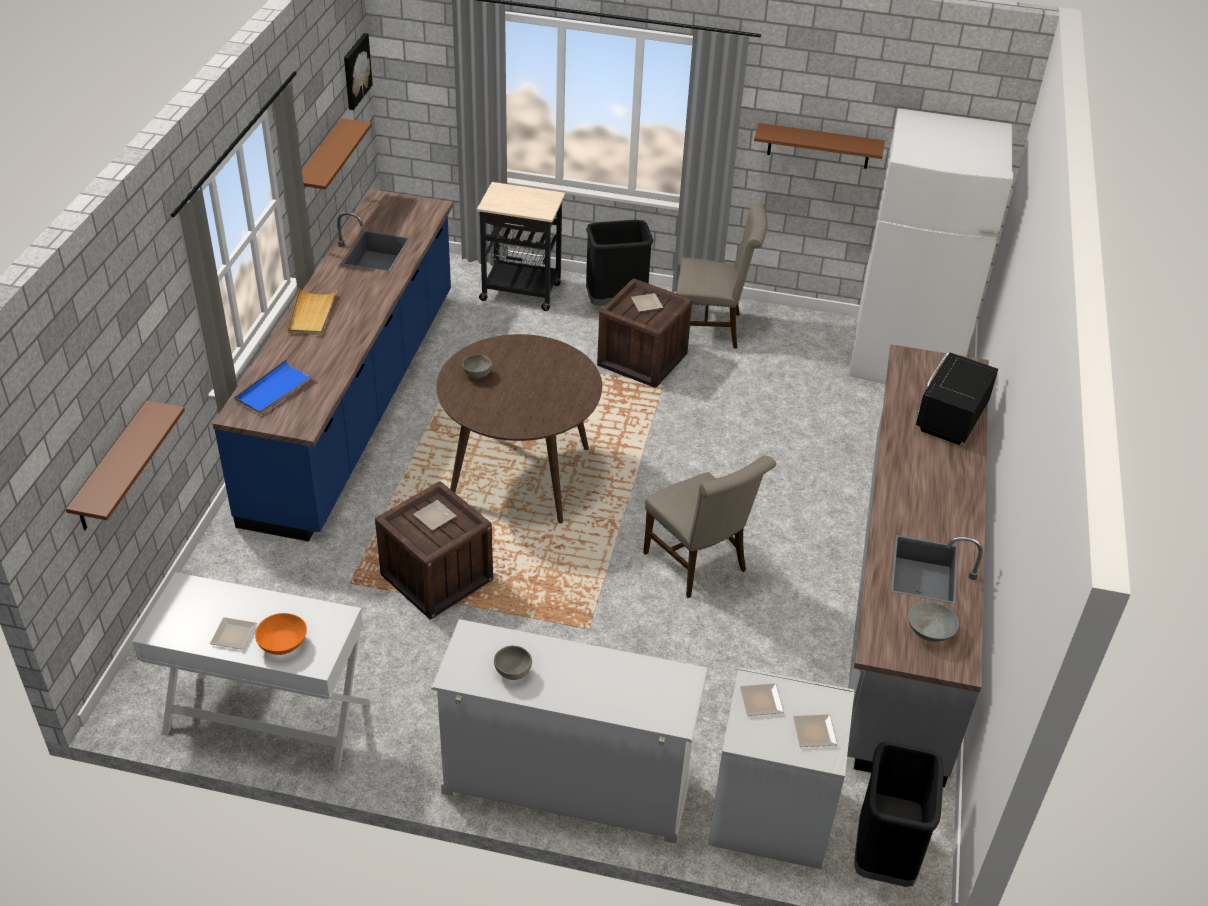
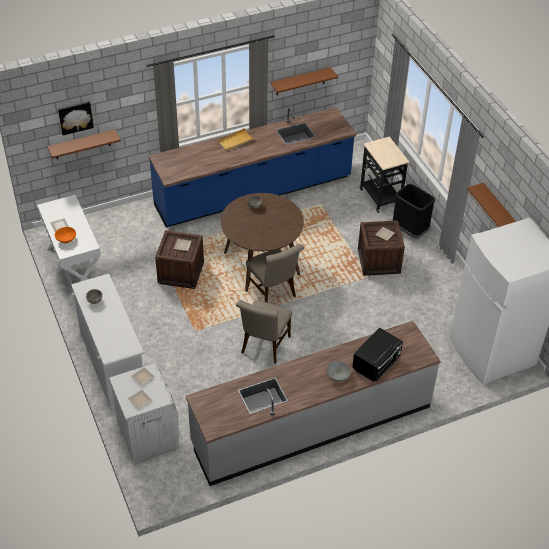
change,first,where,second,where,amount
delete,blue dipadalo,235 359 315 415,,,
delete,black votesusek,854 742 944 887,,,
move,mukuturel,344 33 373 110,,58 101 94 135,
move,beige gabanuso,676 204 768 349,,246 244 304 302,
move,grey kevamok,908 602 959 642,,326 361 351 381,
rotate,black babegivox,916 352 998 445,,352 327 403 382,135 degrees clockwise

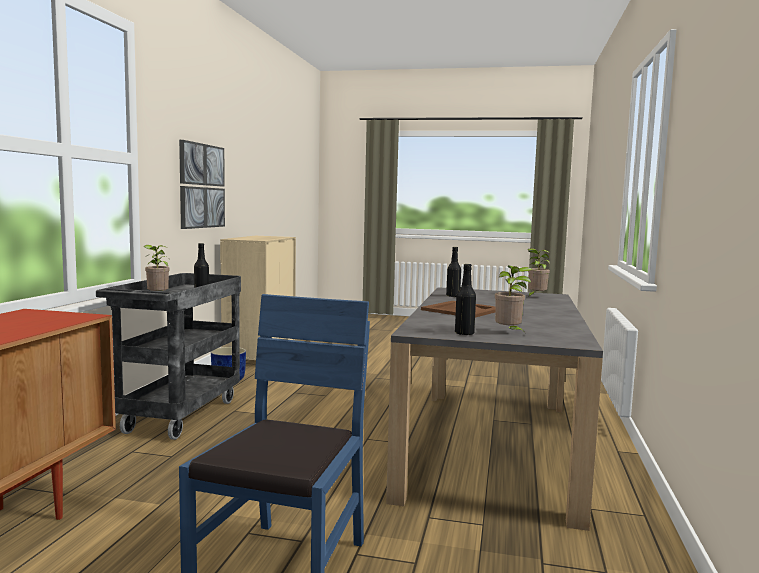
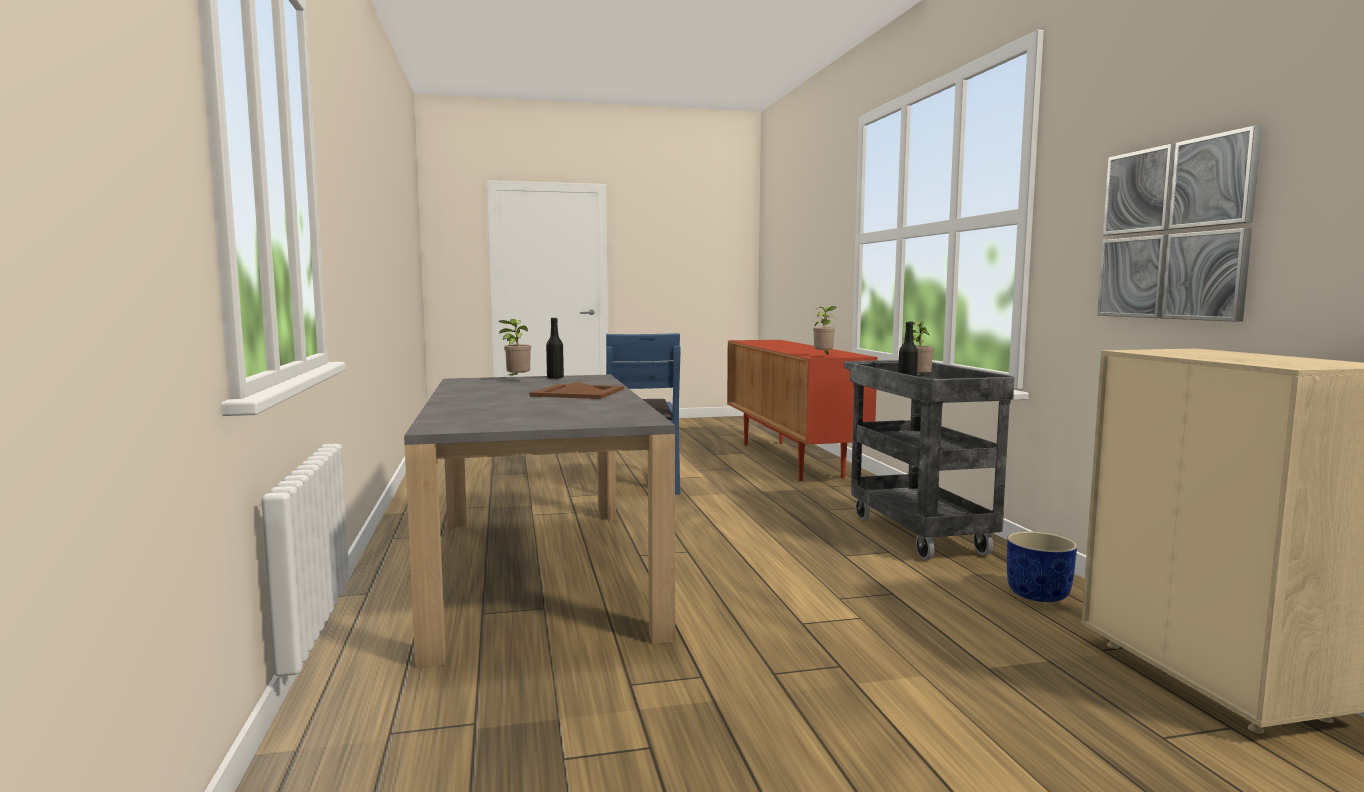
change,first,where,second,where,amount
delete,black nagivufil,446 247 461 297,,,
move,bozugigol,527 248 550 298,,813 306 837 355,

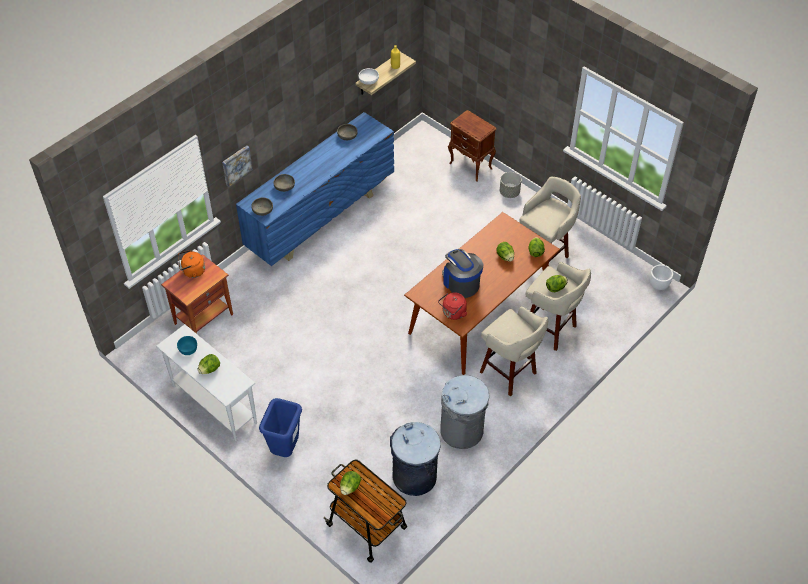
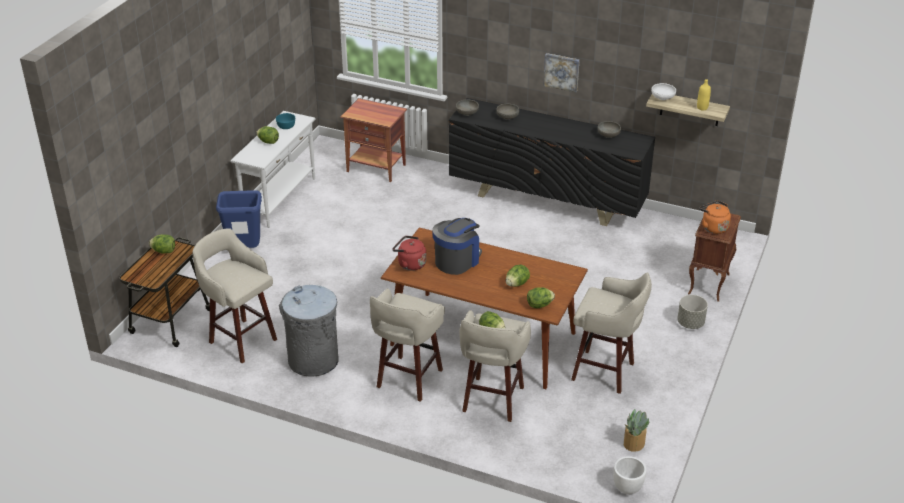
change,first,where,second,where,amount
insert,,,bozugigol,624 409 649 452,
move,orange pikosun,178 250 205 278,,699 201 731 234,
move,mukuturel,222 145 253 187,,543 53 580 93,
replace,grey votesusek,390 422 441 496,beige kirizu,192 228 277 364,
recolor,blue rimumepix,236 112 394 266,black rimumepix,449 98 655 226,

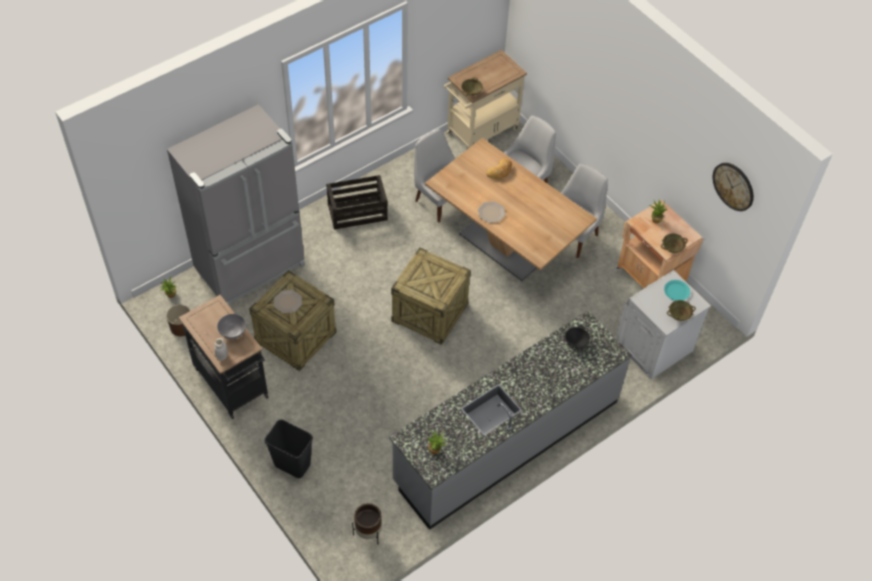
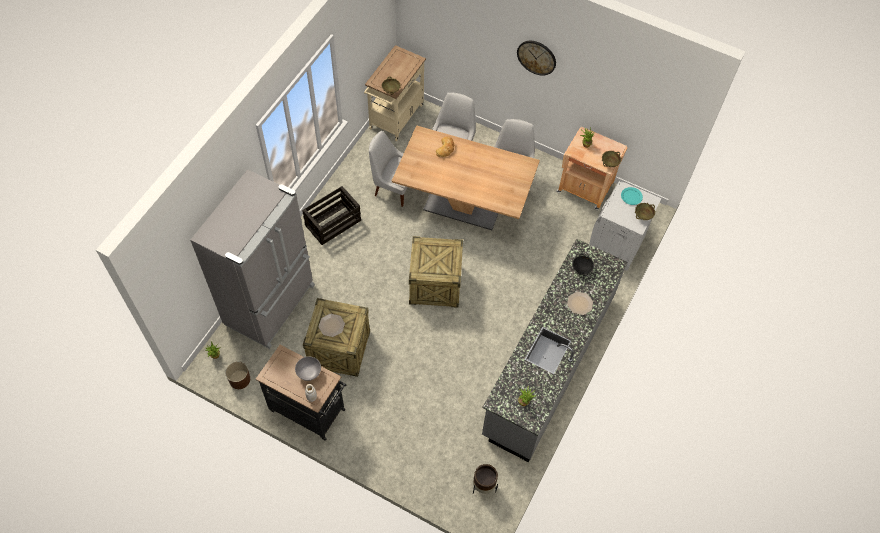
change,first,where,second,where,amount
delete,black votesusek,264 419 313 478,,,
move,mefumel,478 201 506 223,,567 292 593 315,
move,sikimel,713 163 754 211,,517 41 556 75,

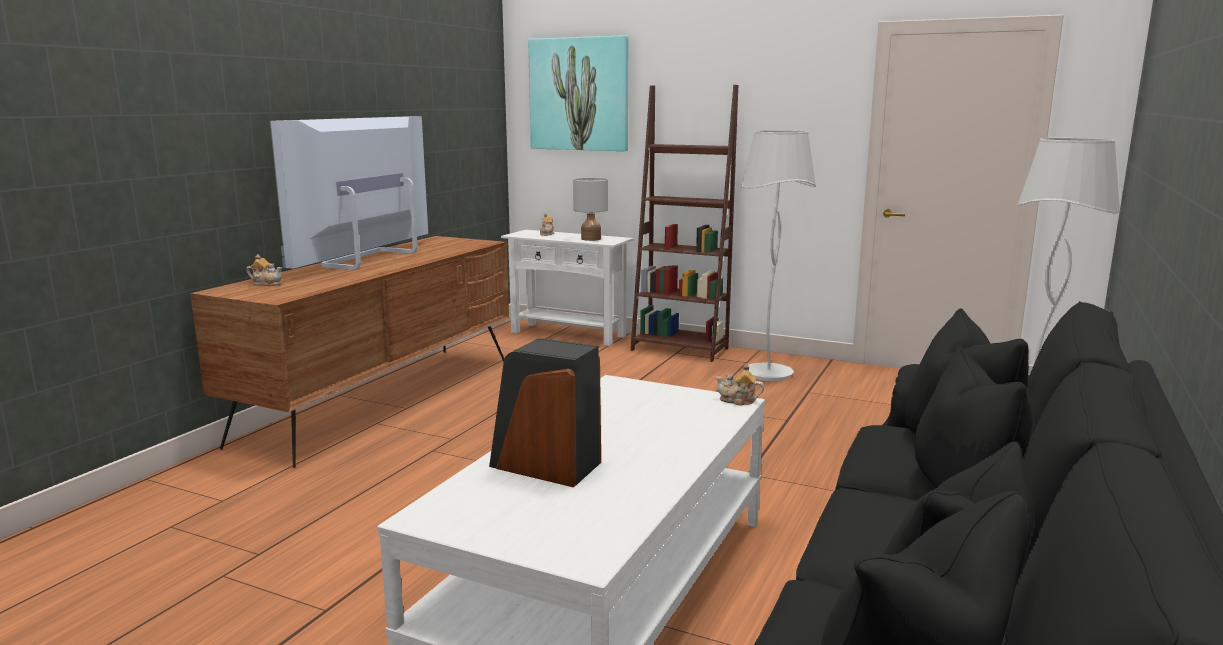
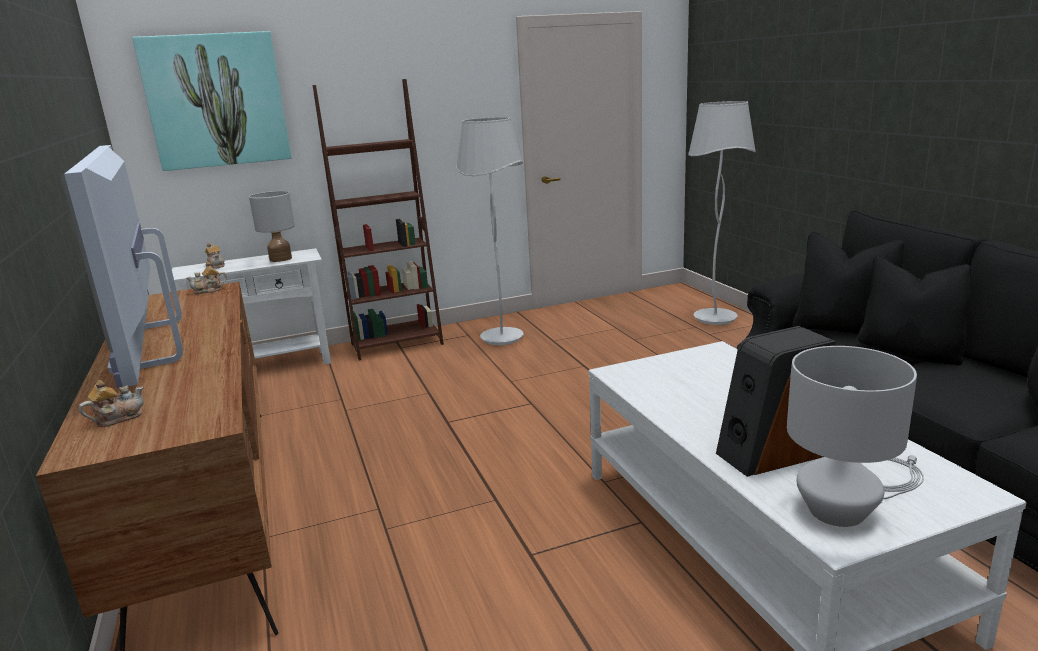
change,first,where,second,where,amount
insert,,,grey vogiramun,787 346 924 527,
move,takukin,716 364 764 406,,186 262 227 294,

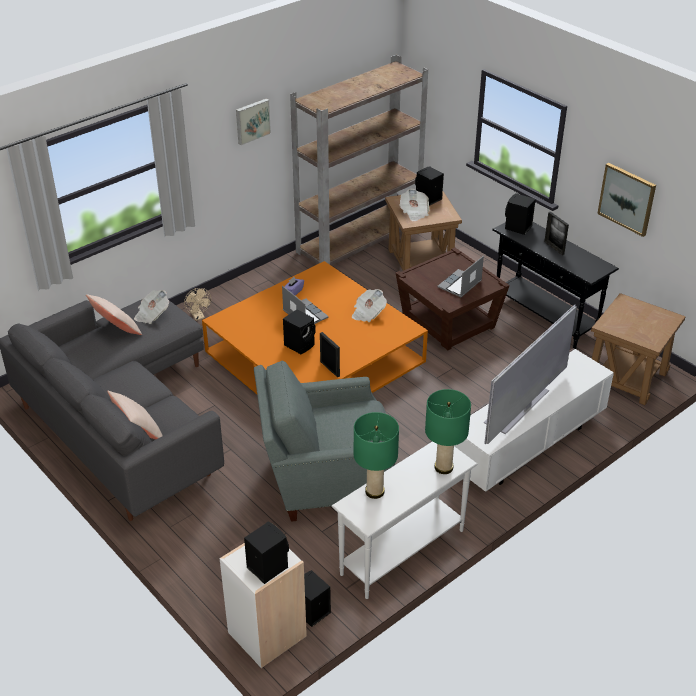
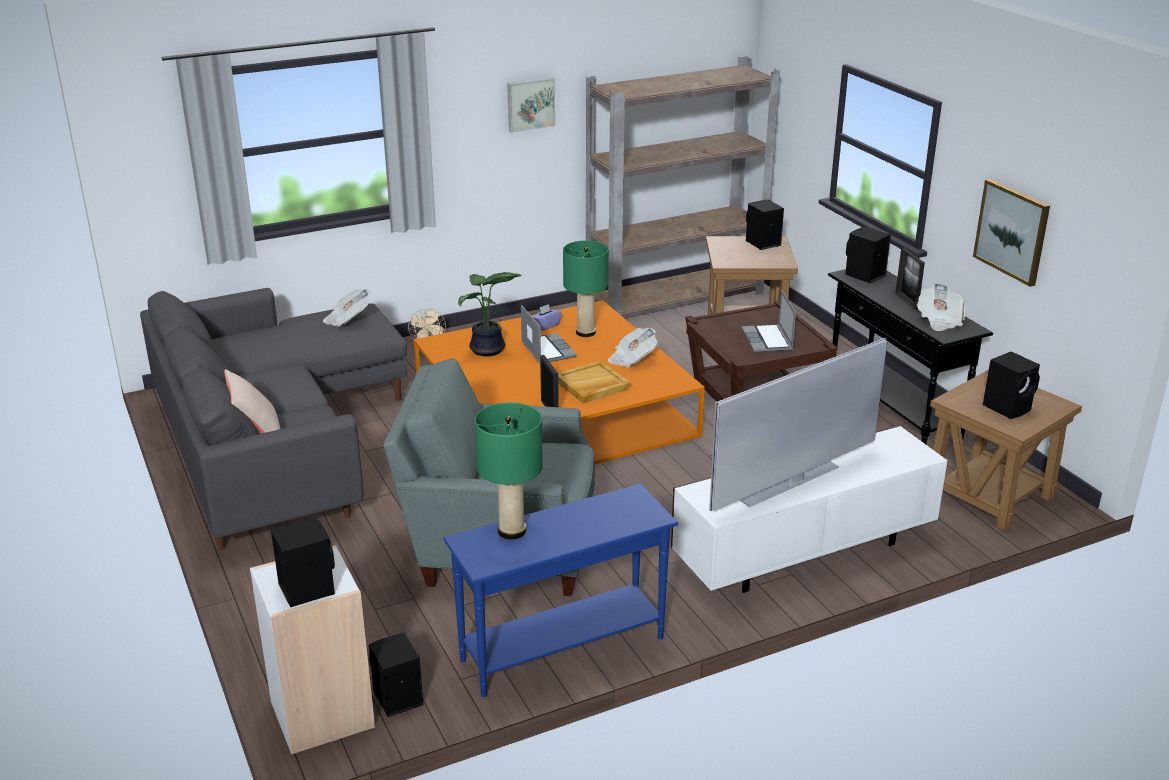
change,first,where,second,where,amount
delete,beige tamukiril,86 294 142 335,,,
insert,,,bozugigol,458 272 522 356,
insert,,,beige dipadalo,558 360 631 404,
move,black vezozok,283 309 316 354,,983 351 1040 419,
move,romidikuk,399 189 429 222,,917 283 966 331,
move,green vogiramun,425 389 471 474,,563 240 609 337,
recolor,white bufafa,332 442 477 599,blue bufafa,443 484 678 698,
rotate,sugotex,437 256 484 297,,742 289 796 352,60 degrees counterclockwise

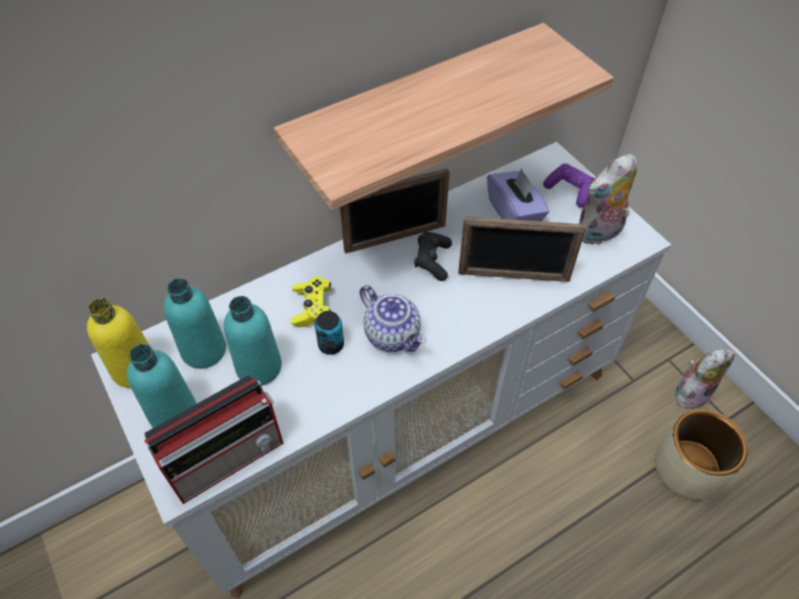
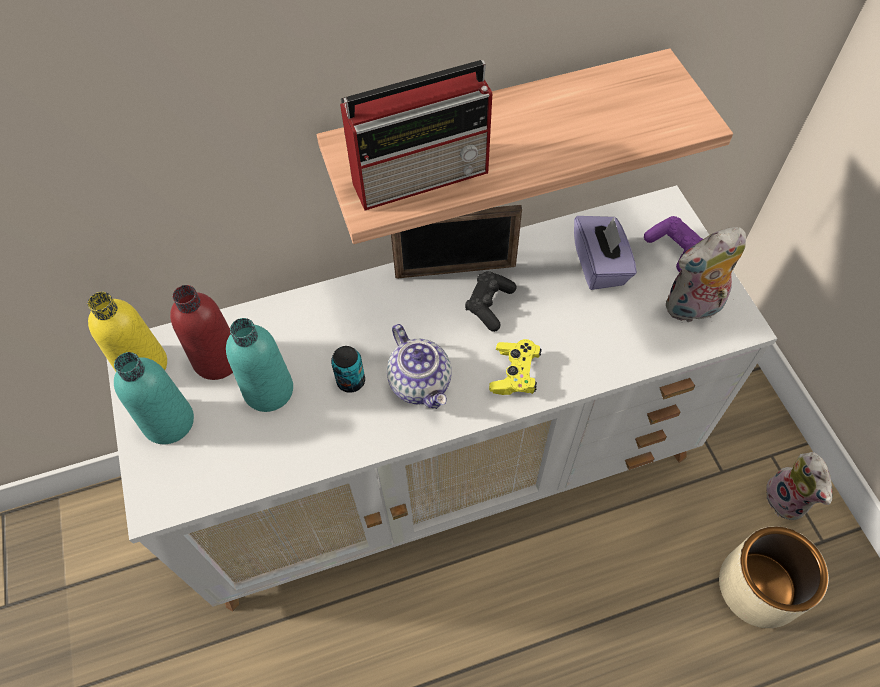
change,first,where,second,where,amount
delete,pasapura,458 216 586 282,,,
move,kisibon,144 375 284 504,,340 60 492 211,
move,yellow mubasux,291 277 331 327,,489 339 542 395,
recolor,turquoise nagivufil,164 278 226 369,red nagivufil,170 285 233 380,
rotate,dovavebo,675 349 735 408,,766 452 832 520,90 degrees clockwise

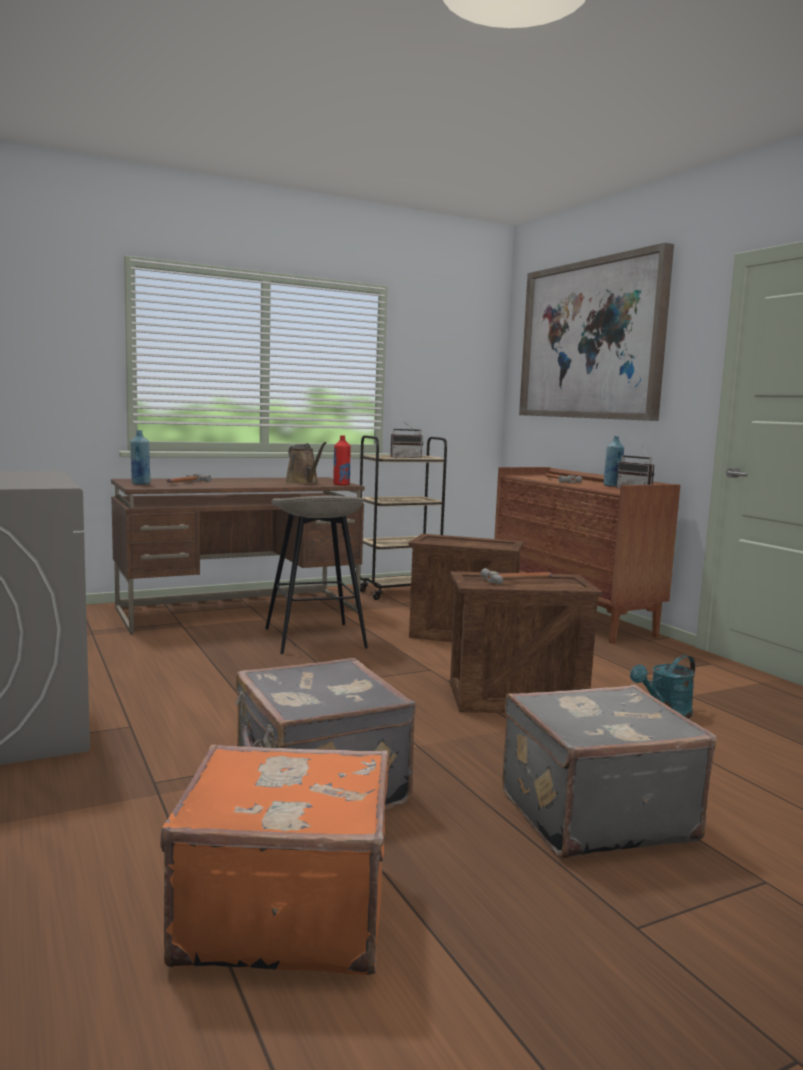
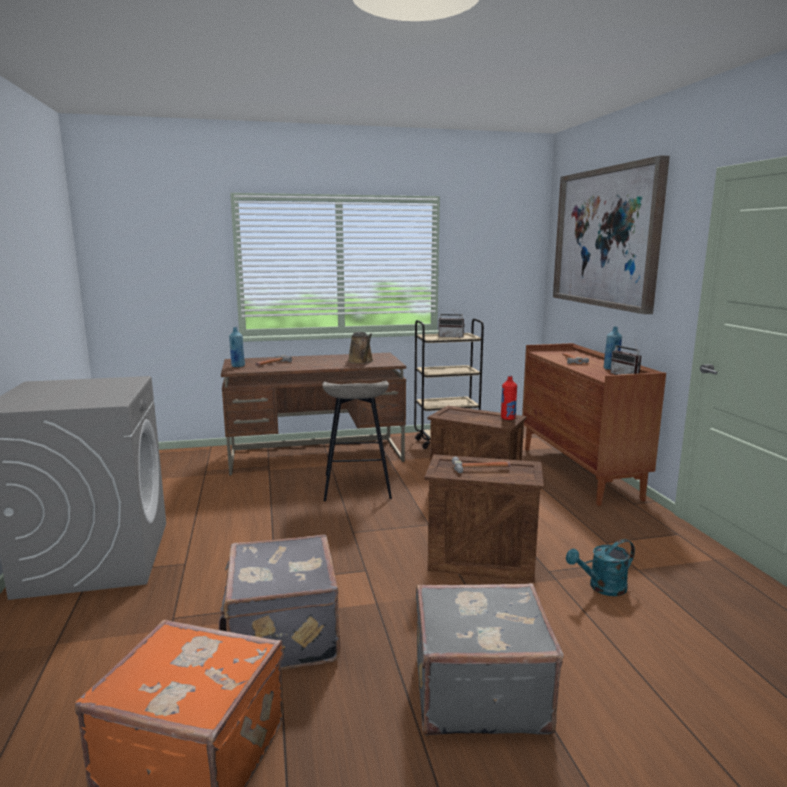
change,first,where,second,where,amount
move,red nagivufil,333 435 351 485,,501 376 517 420,

